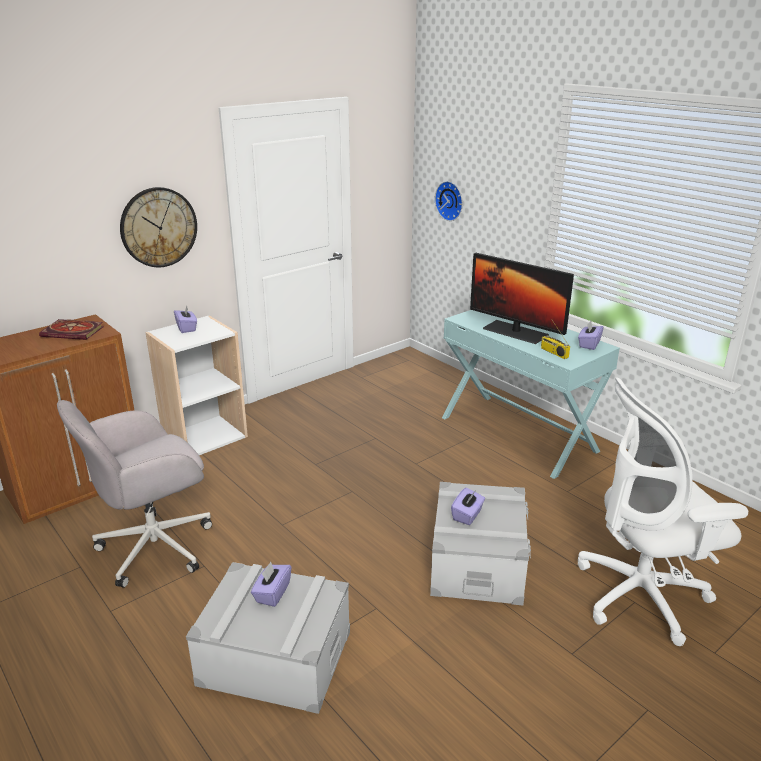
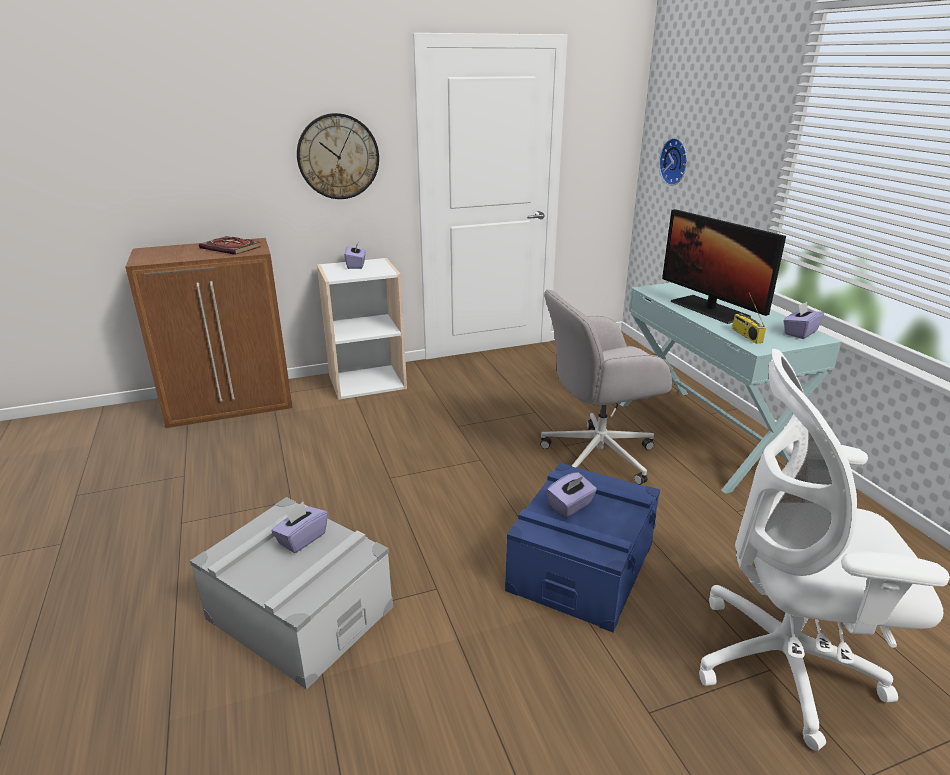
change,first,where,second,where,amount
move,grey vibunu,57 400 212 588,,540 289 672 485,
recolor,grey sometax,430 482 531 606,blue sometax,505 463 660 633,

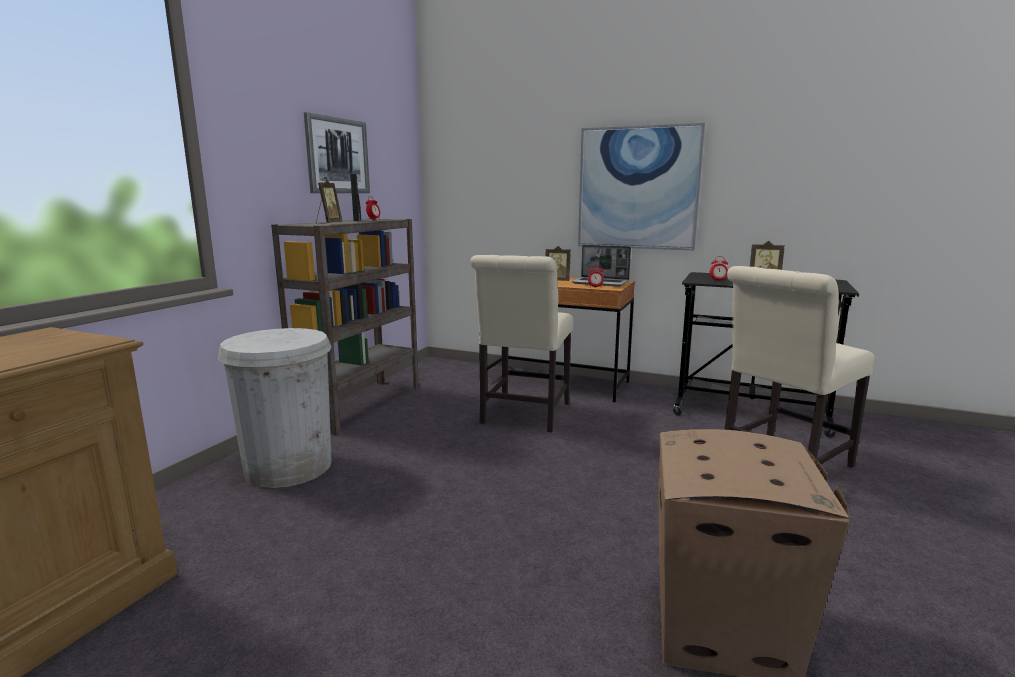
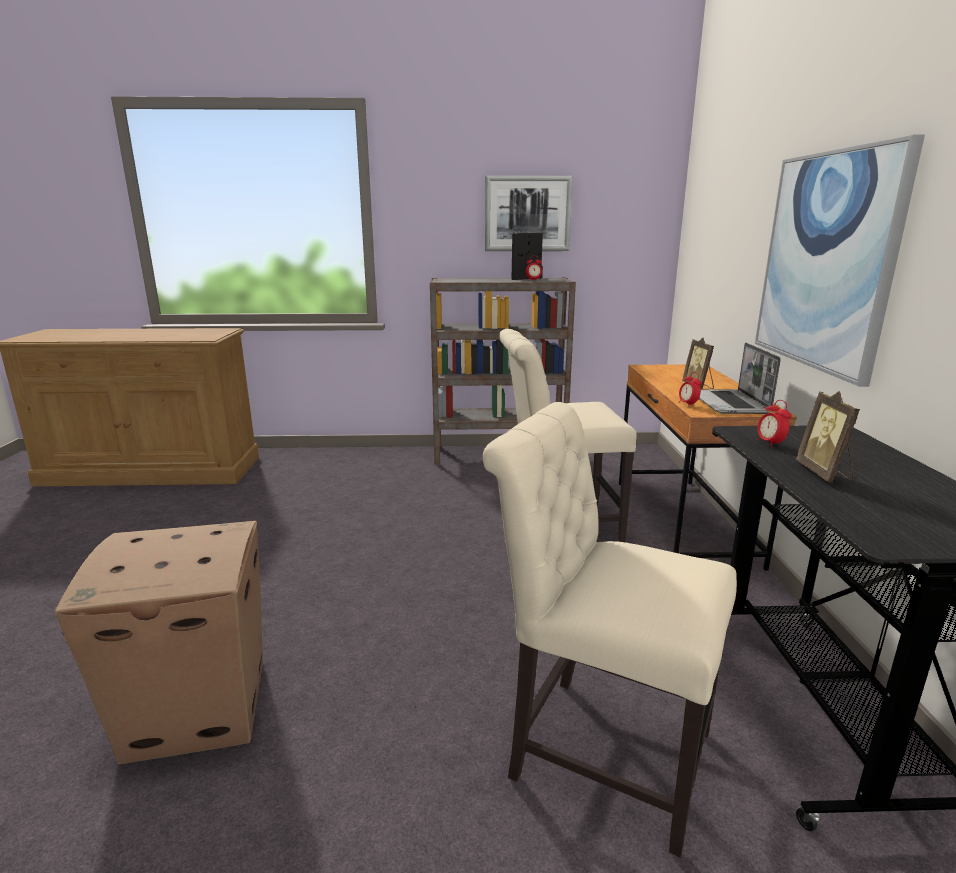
change,first,where,second,where,amount
delete,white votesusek,218 328 332 488,,,
delete,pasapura,316 178 342 224,,,

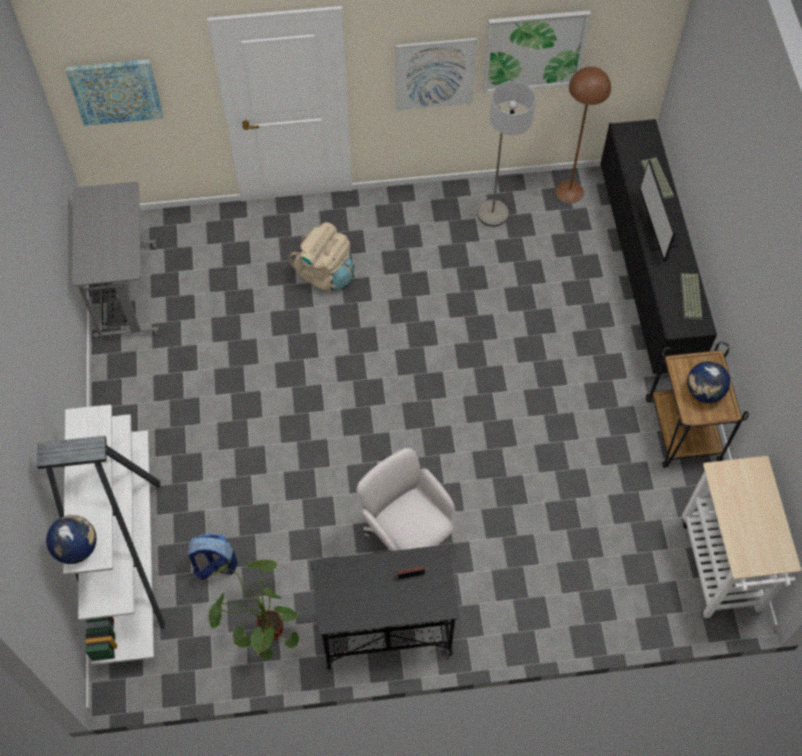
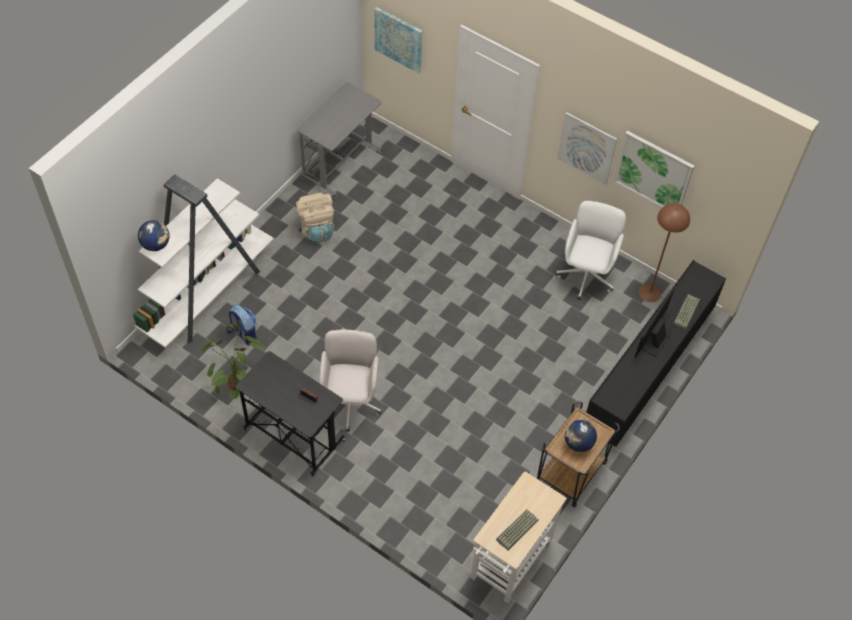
change,first,where,second,where,amount
move,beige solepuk,289 222 354 291,,296 193 334 242,
move,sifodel,679 273 703 321,,496 509 539 551,
replace,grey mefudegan,477 81 536 227,white vibunu,556 201 626 300,

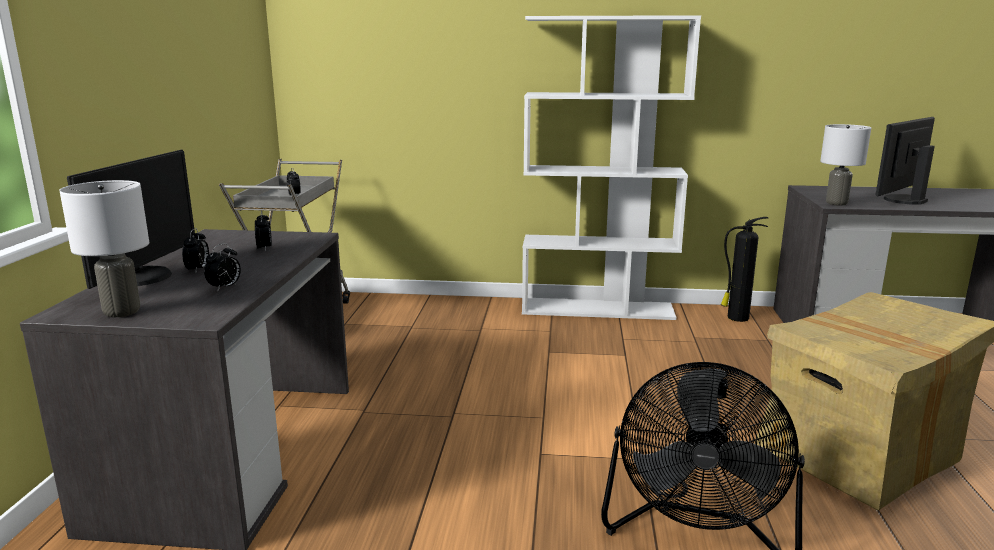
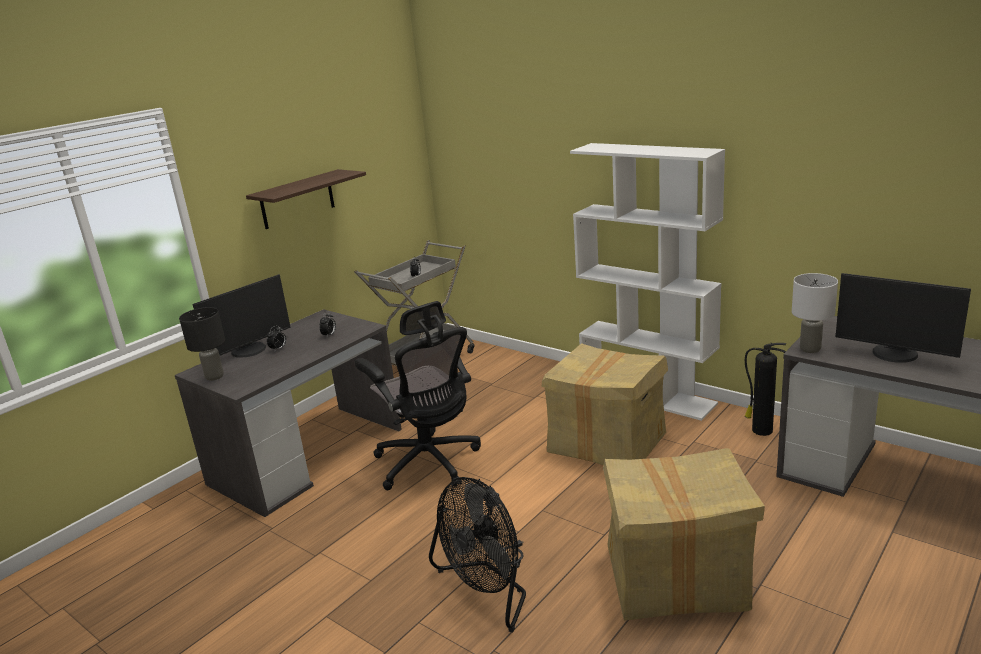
change,first,where,second,where,amount
delete,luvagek,204 243 241 292,,,
insert,,,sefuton,246 169 366 229,
insert,,,vibunu,355 301 481 490,
insert,,,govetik,542 343 668 465,
recolor,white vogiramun,59 180 149 318,black vogiramun,179 307 225 381,
rotate,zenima,876 117 935 205,,836 273 971 363,135 degrees counterclockwise

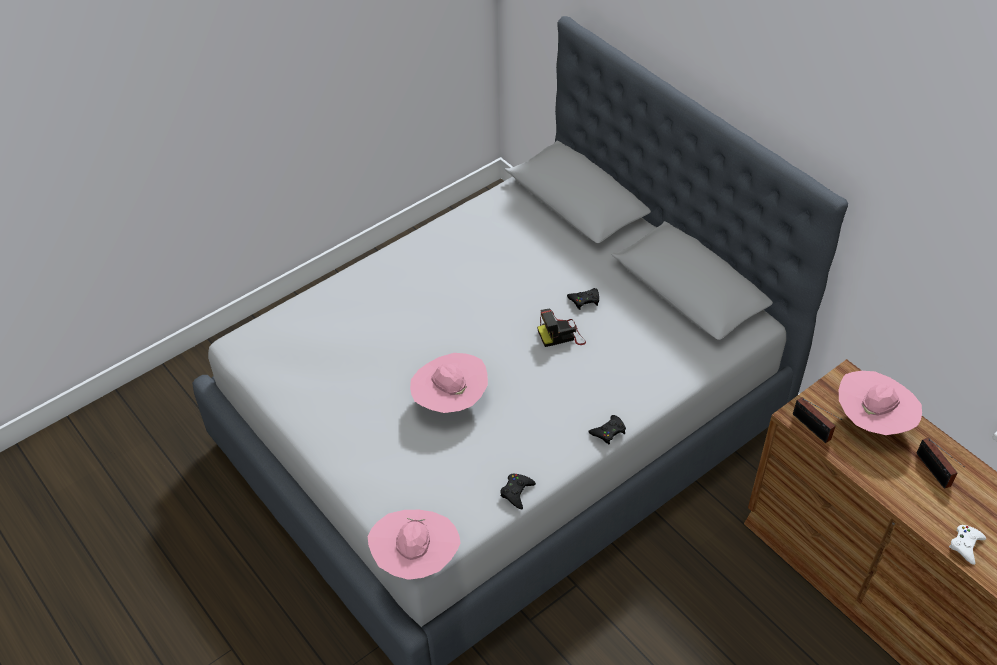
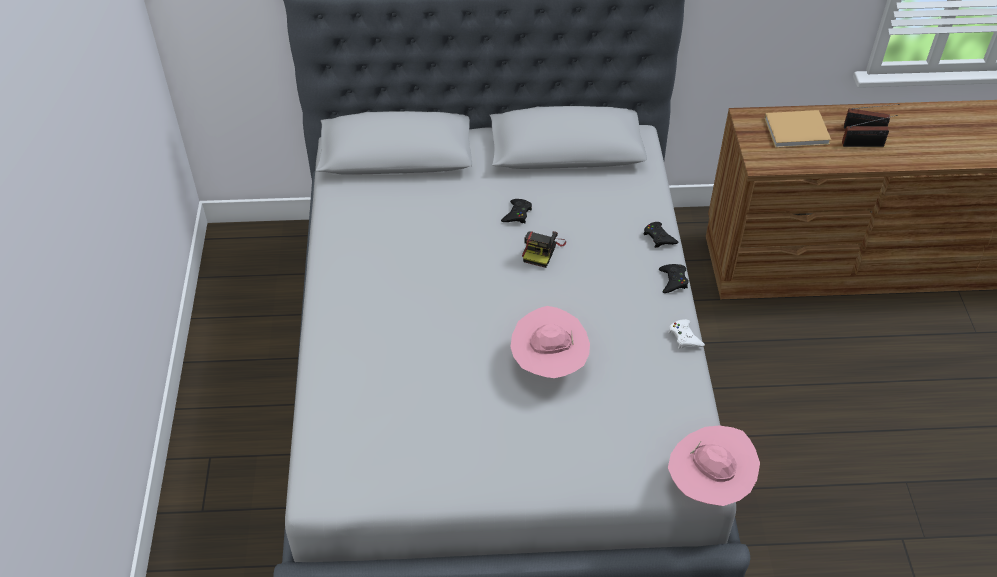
change,first,where,second,where,amount
move,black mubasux,500 474 536 509,,643 222 678 248,
move,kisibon,793 397 842 443,,842 115 897 147,
move,white mubasux,949 525 986 565,,668 319 705 349,
replace,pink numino,839 371 922 435,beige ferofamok,764 110 831 148,

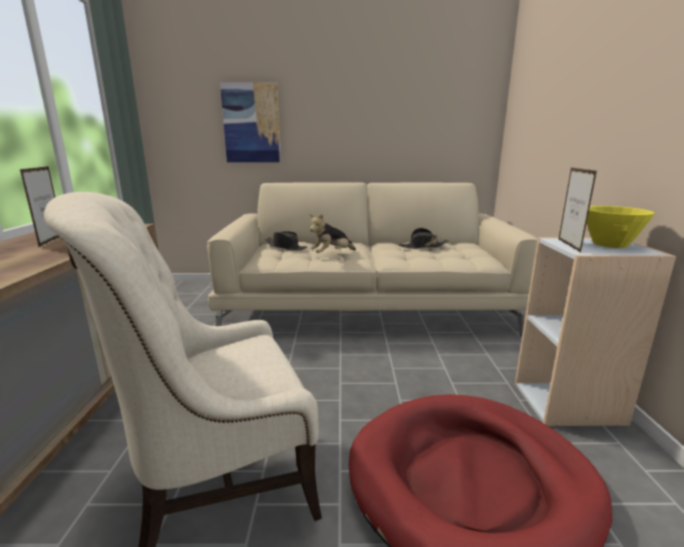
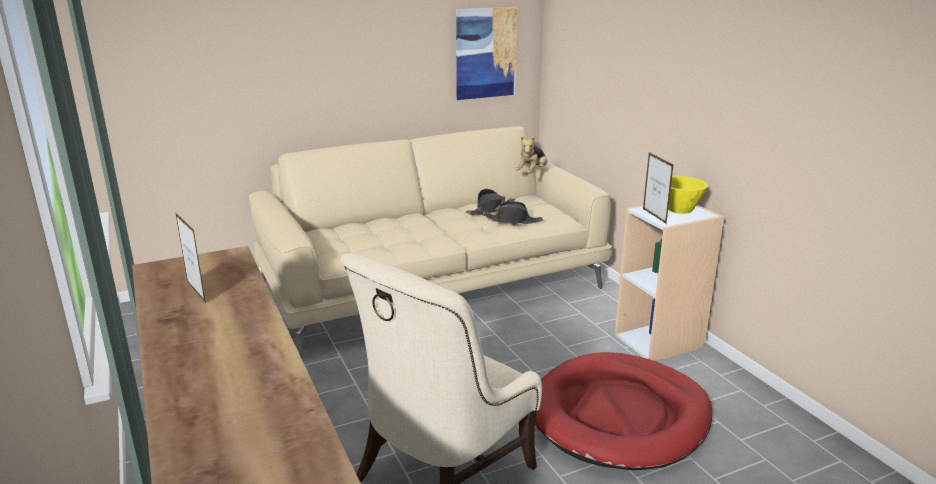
change,first,where,second,where,amount
move,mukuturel,220 82 281 162,,456 7 517 100,
move,black numino,265 231 307 251,,483 201 543 224,
move,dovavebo,309 214 356 253,,515 135 547 174,

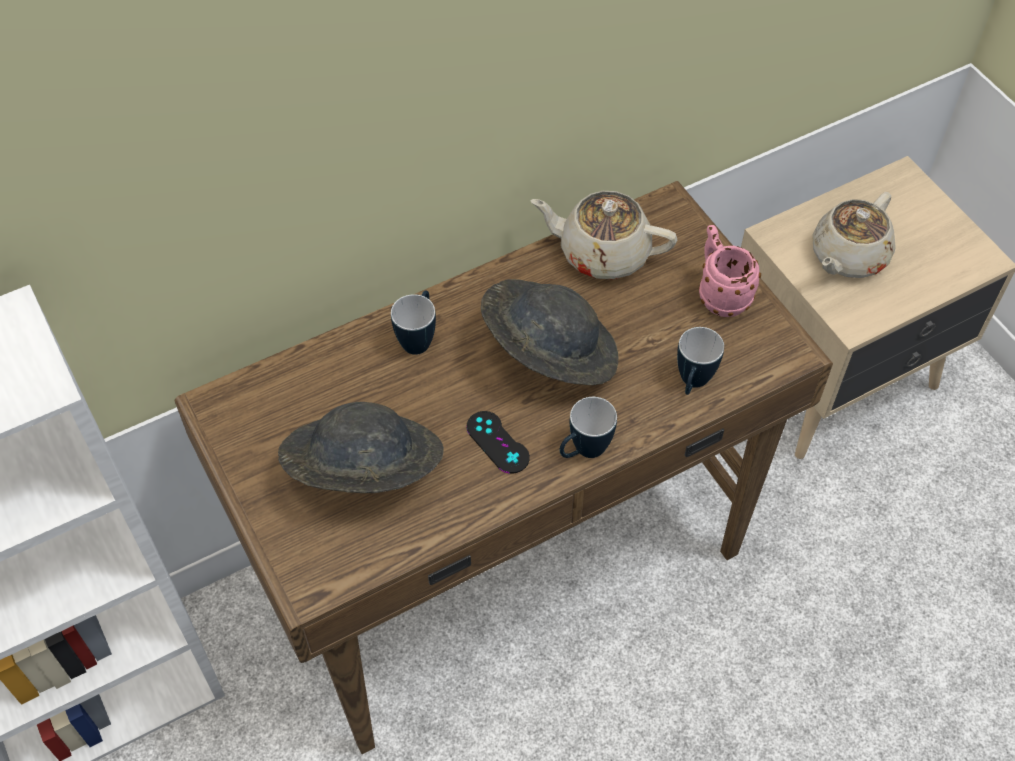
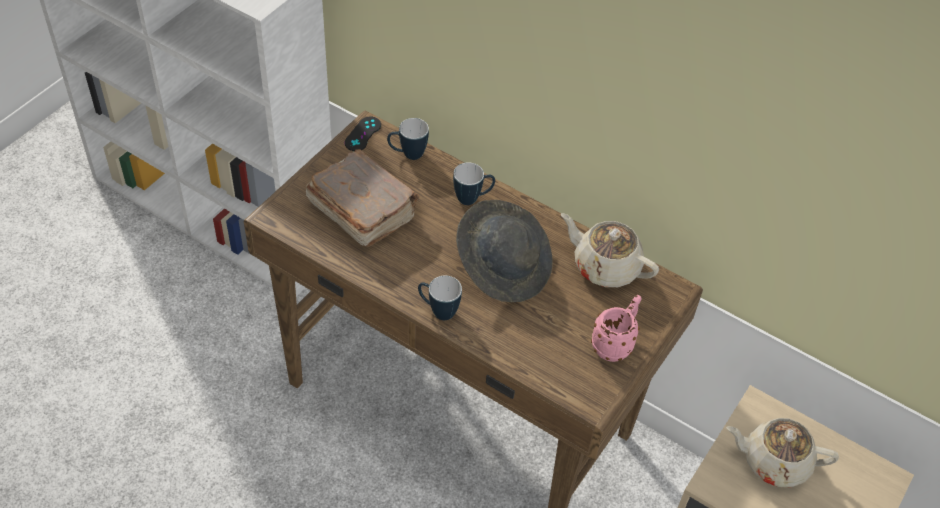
change,first,where,second,where,amount
move,black mubasux,467 411 530 474,,344 116 381 151,
move,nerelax,677 327 724 395,,387 118 429 160,
replace,grey numino,278 402 444 493,brown ferofamok,306 149 419 247,
rotate,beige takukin,530 191 677 279,,561 213 659 287,45 degrees counterclockwise

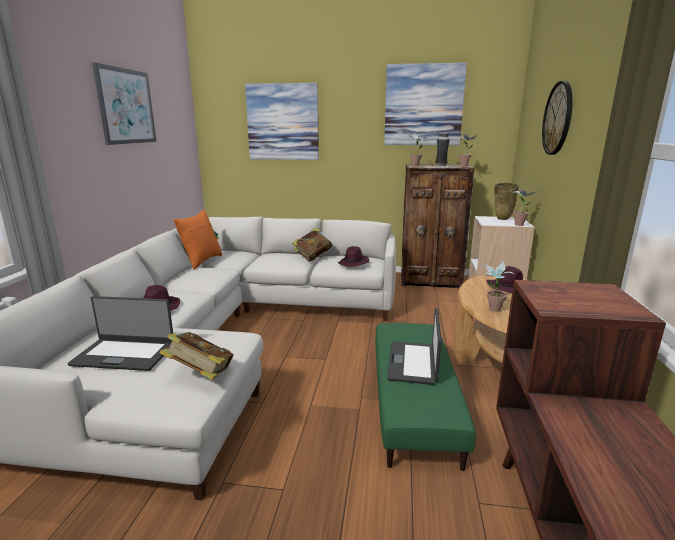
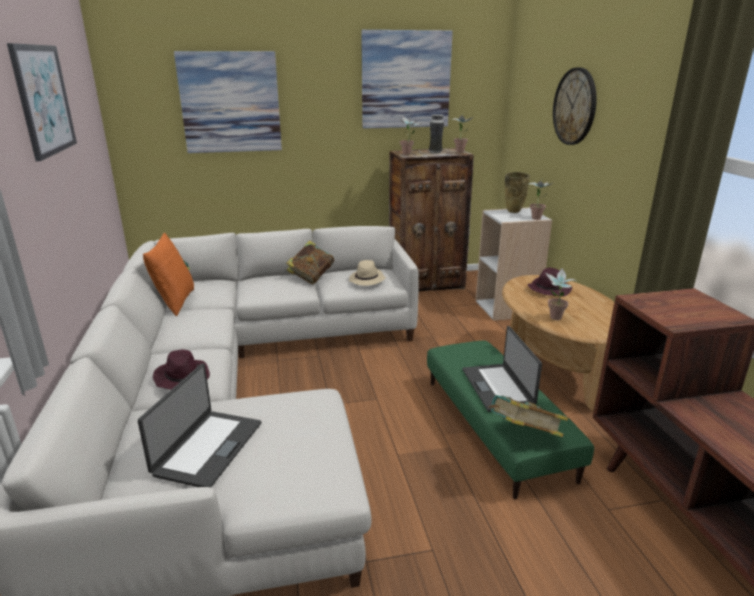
change,first,where,second,where,amount
move,ferofamok,159 332 234 380,,488 395 568 437,
recolor,purple numino,338 246 369 267,beige numino,349 260 386 286,
rotate,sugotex,67 296 173 371,,137 363 261 488,60 degrees counterclockwise

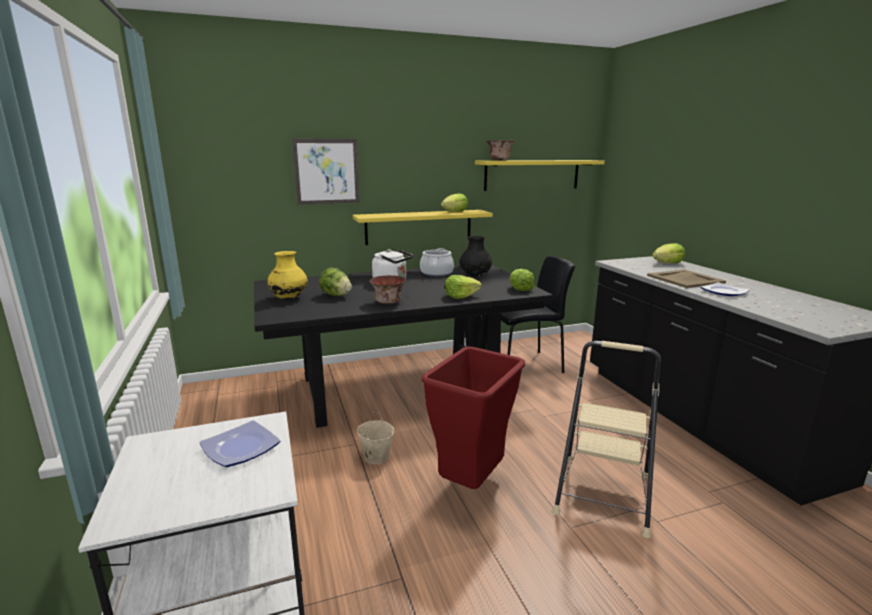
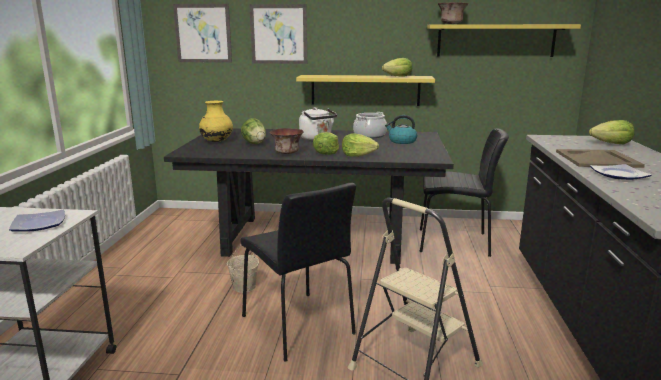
change,first,where,second,where,amount
insert,,,mukuturel,173 4 232 63,
move,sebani,510 269 534 291,,312 132 339 155,
replace,red votesusek,421 346 525 489,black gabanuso,240 183 356 362,
replace,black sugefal,459 236 492 277,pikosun,385 115 417 144,

